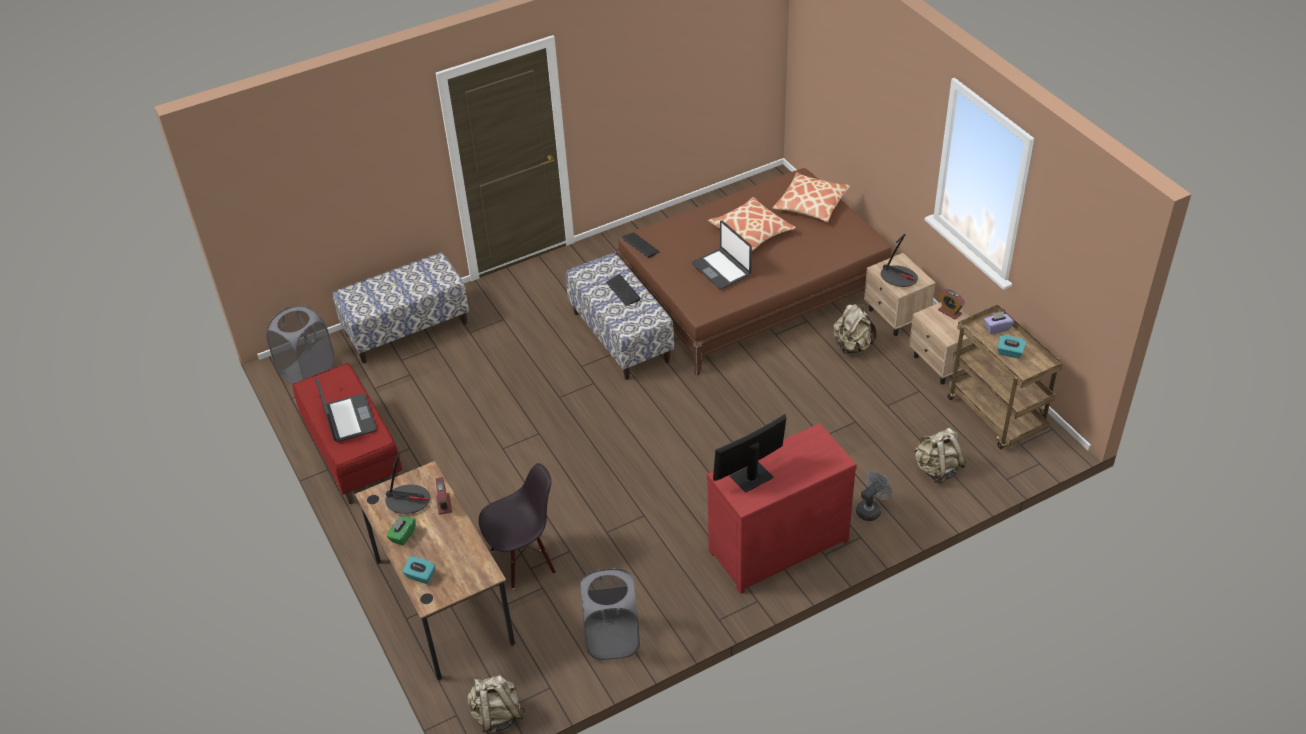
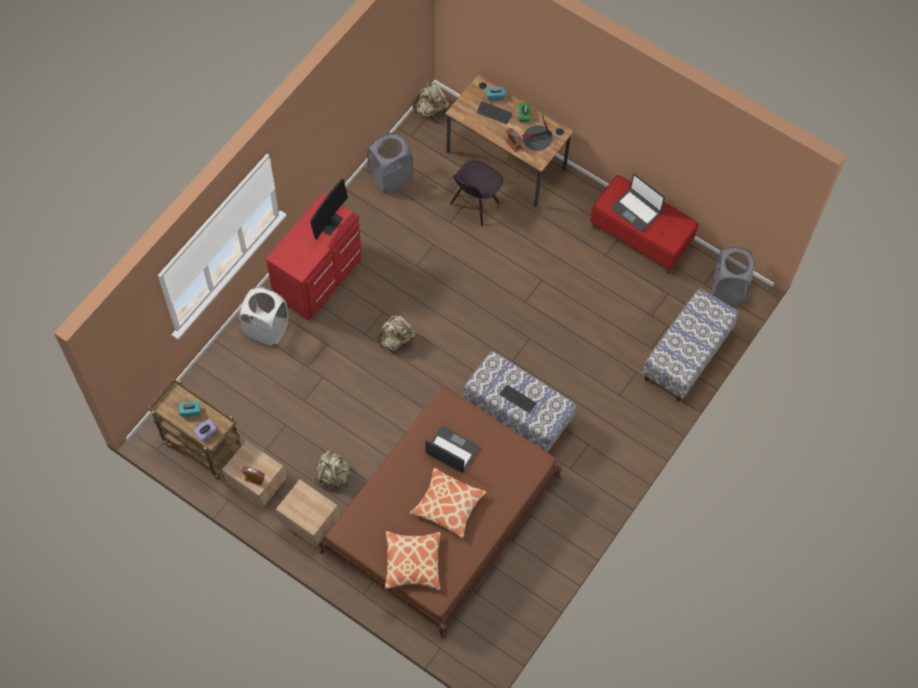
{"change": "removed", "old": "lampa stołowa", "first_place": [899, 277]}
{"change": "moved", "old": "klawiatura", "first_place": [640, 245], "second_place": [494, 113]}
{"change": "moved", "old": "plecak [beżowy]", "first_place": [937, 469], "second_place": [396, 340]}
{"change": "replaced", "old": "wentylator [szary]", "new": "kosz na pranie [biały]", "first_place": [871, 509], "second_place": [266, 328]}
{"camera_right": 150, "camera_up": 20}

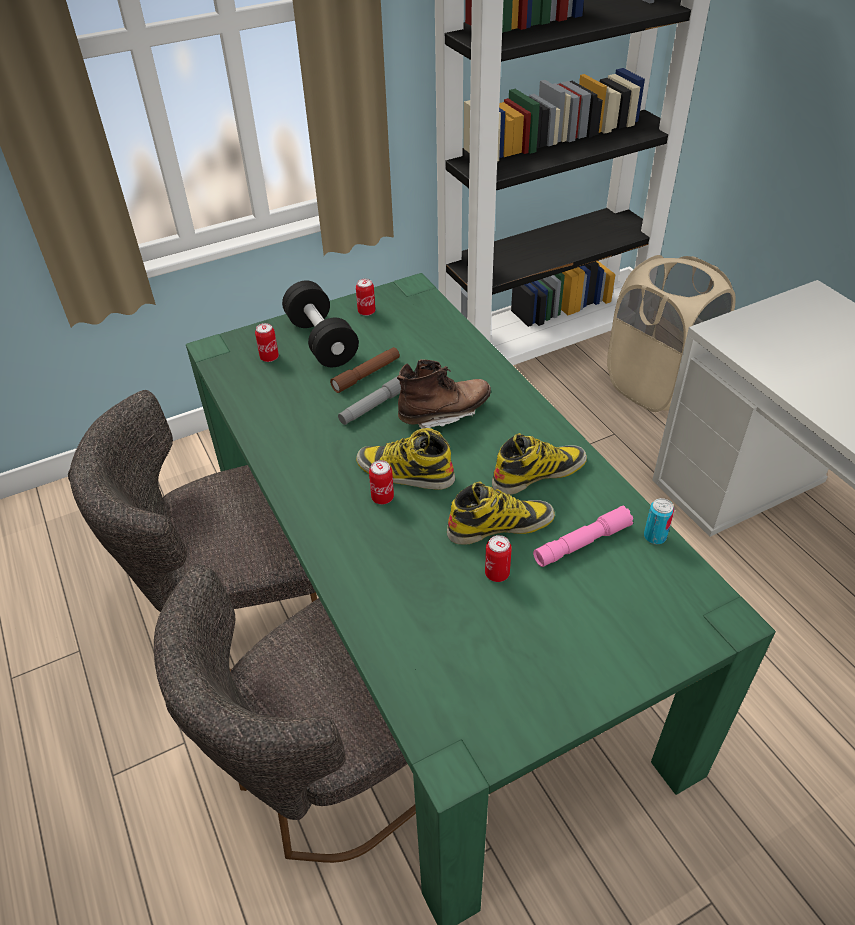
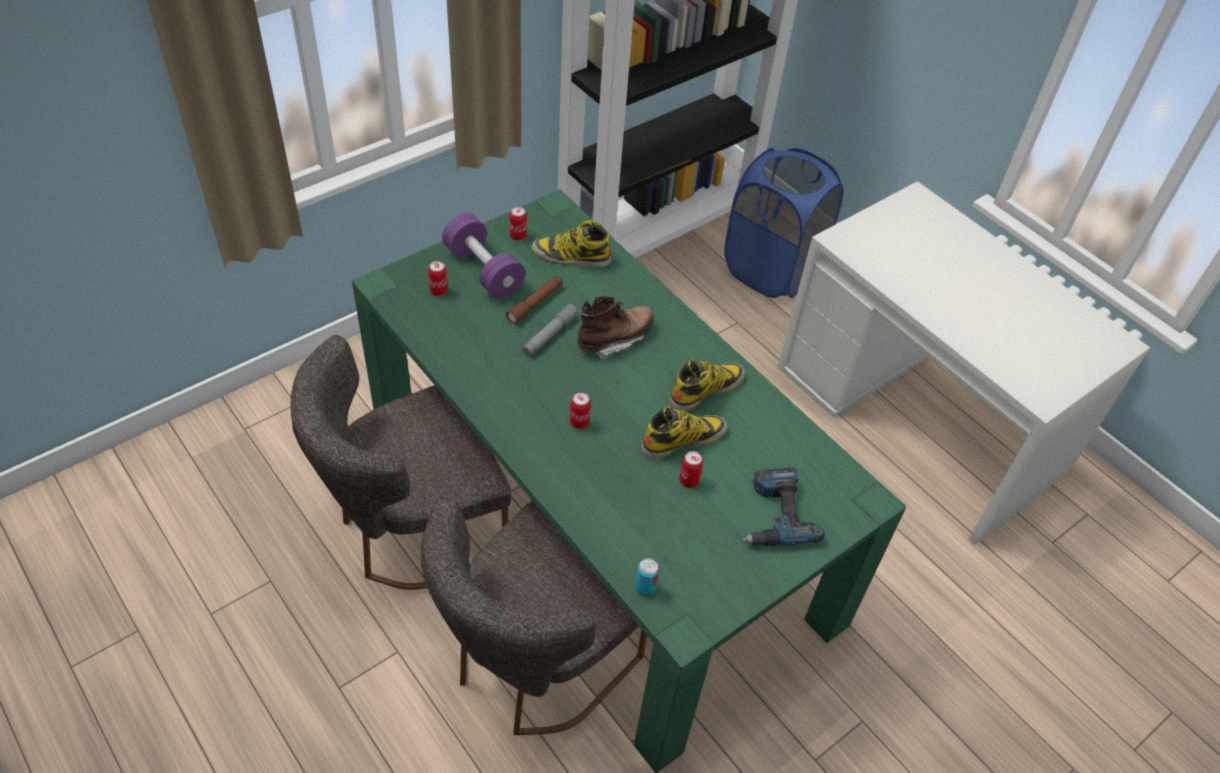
{"change": "removed", "old": "latarka [różowy]", "first_place": [582, 543]}
{"change": "added", "new": "wiertarka", "second_place": [774, 514]}
{"change": "moved", "old": "but z cholewką", "first_place": [404, 472], "second_place": [571, 256]}
{"change": "moved", "old": "puszka", "first_place": [654, 536], "second_place": [645, 588]}
{"change": "recoloured", "old": "hantel [czarny]", "new": "hantel [fioletowy]", "first_place": [322, 341], "second_place": [484, 270]}
{"change": "recoloured", "old": "kosz na pranie [beżowy]", "new": "kosz na pranie [niebieski]", "first_place": [657, 386], "second_place": [771, 270]}
{"camera_right": -15, "camera_up": 5}

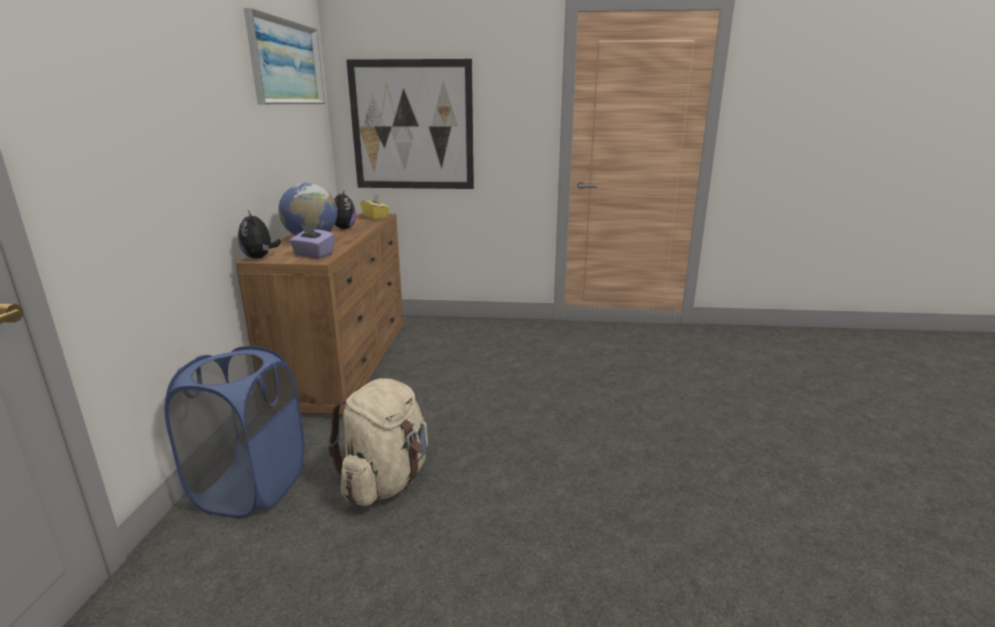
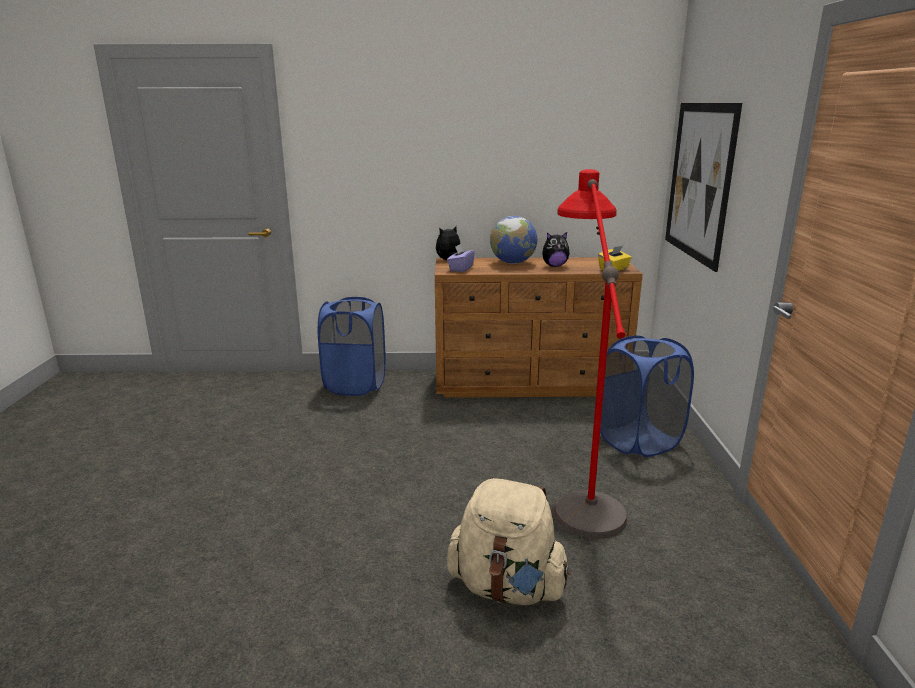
{"change": "removed", "old": "obraz", "first_place": [286, 63]}
{"change": "added", "new": "lampa stojąca [czerwony]", "second_place": [581, 486]}
{"change": "added", "new": "kosz na pranie [niebieski]", "second_place": [639, 441]}
{"change": "moved", "old": "plecak [beżowy]", "first_place": [386, 481], "second_place": [507, 587]}
{"camera_right": 85, "camera_up": 0}

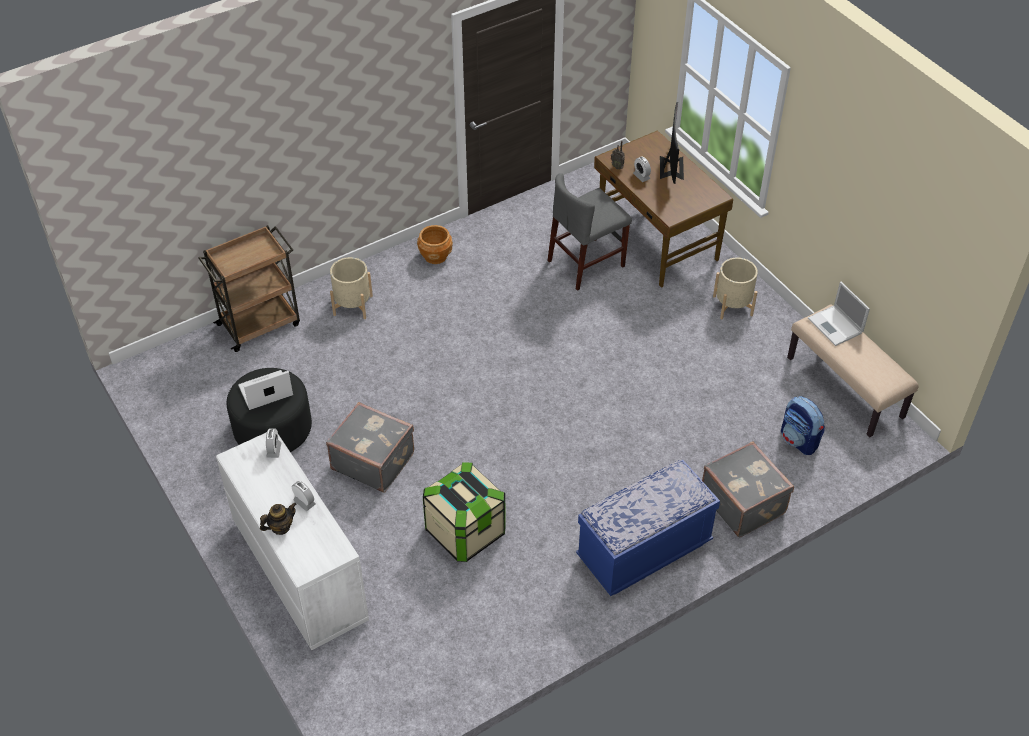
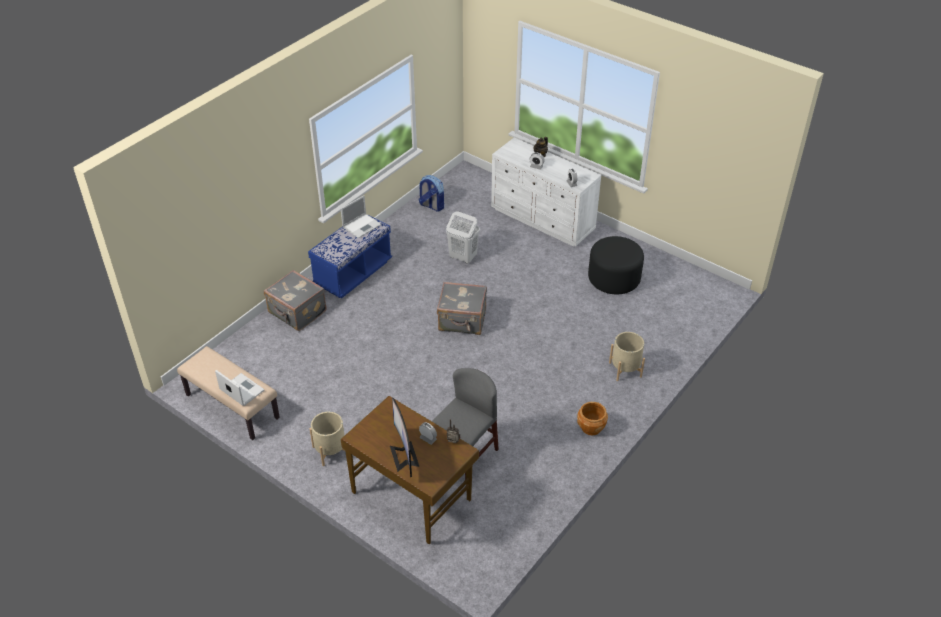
{"change": "removed", "old": "wózek [brązowy]", "first_place": [260, 324]}
{"change": "moved", "old": "laptop", "first_place": [264, 391], "second_place": [362, 225]}
{"change": "moved", "old": "walizka [szary]", "first_place": [373, 460], "second_place": [462, 321]}
{"change": "moved", "old": "plecak", "first_place": [799, 440], "second_place": [431, 206]}
{"change": "replaced", "old": "pojemnik do przechowywania", "new": "kosz na pranie [biały]", "first_place": [465, 531], "second_place": [462, 257]}
{"camera_right": 160, "camera_up": -5}

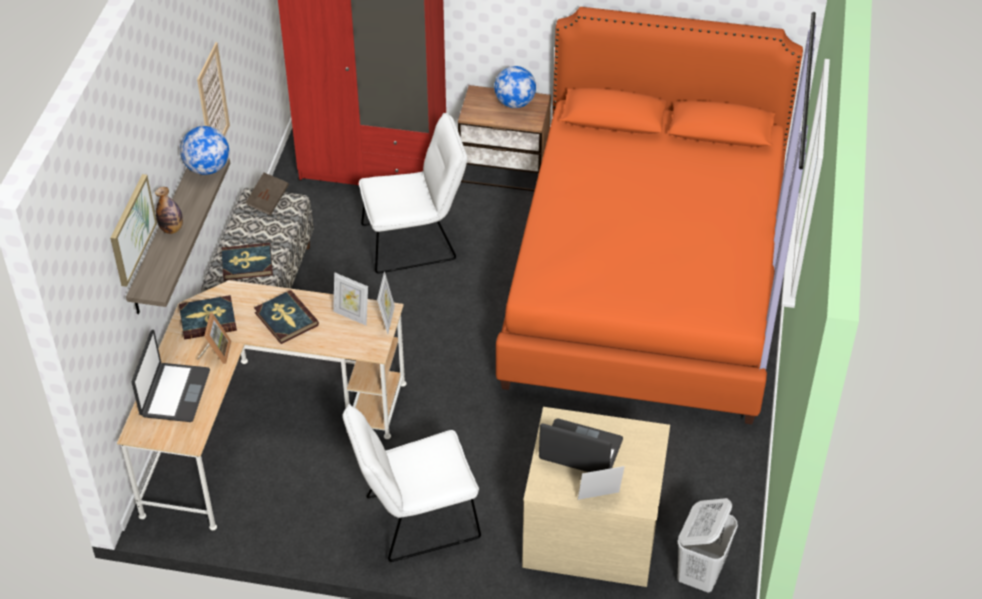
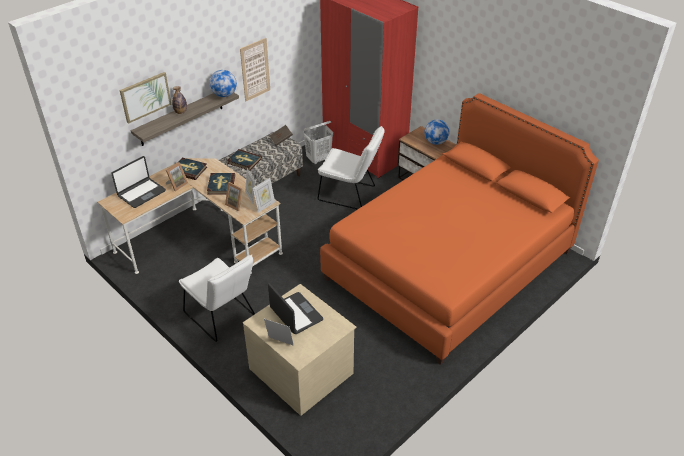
{"change": "added", "new": "ramka na zdjęcie", "second_place": [236, 204]}
{"change": "moved", "old": "kosz na pranie [biały]", "first_place": [700, 573], "second_place": [319, 159]}
{"change": "turned", "old": "krzesło [biały]", "first_place": [414, 520], "second_place": [222, 317], "degrees": -150}
{"camera_right": 35, "camera_up": -5}

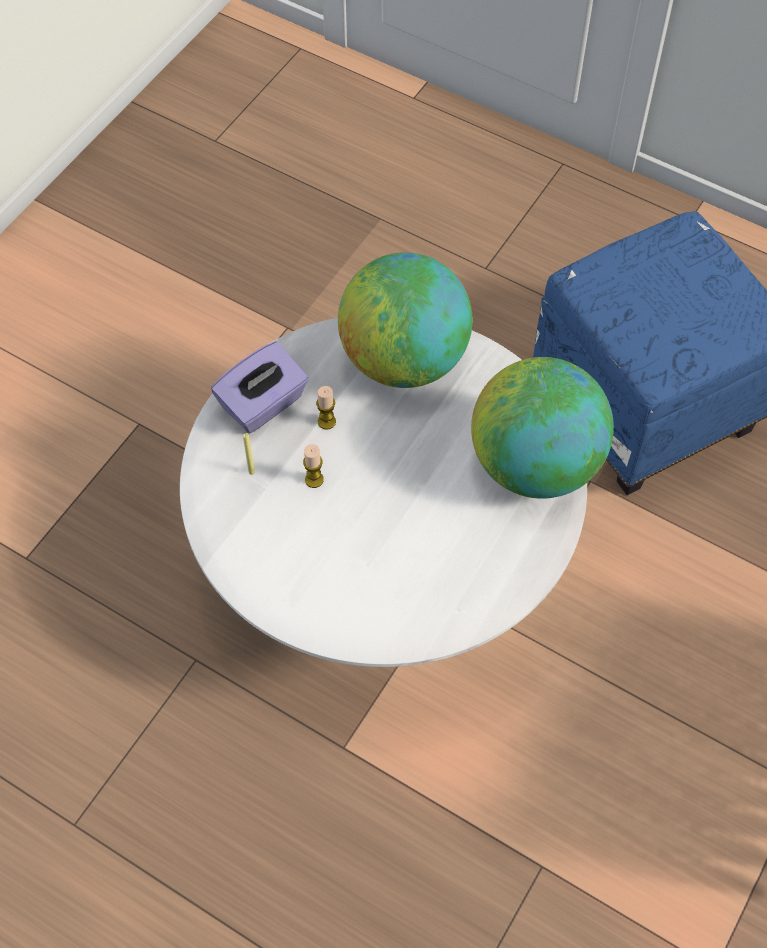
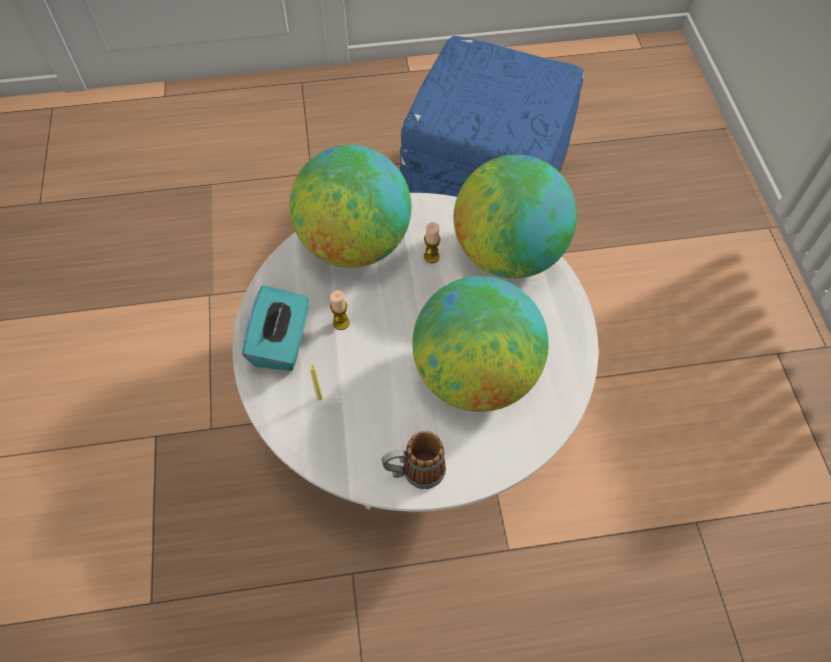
{"change": "added", "new": "kubek", "second_place": [414, 472]}
{"change": "added", "new": "globus", "second_place": [475, 375]}
{"change": "moved", "old": "świeca", "first_place": [314, 480], "second_place": [431, 256]}
{"change": "recoloured", "old": "pudełko chusteczek [fioletowy]", "new": "pudełko chusteczek [turkusowy]", "first_place": [263, 404], "second_place": [282, 343]}
{"camera_right": -40, "camera_up": 0}

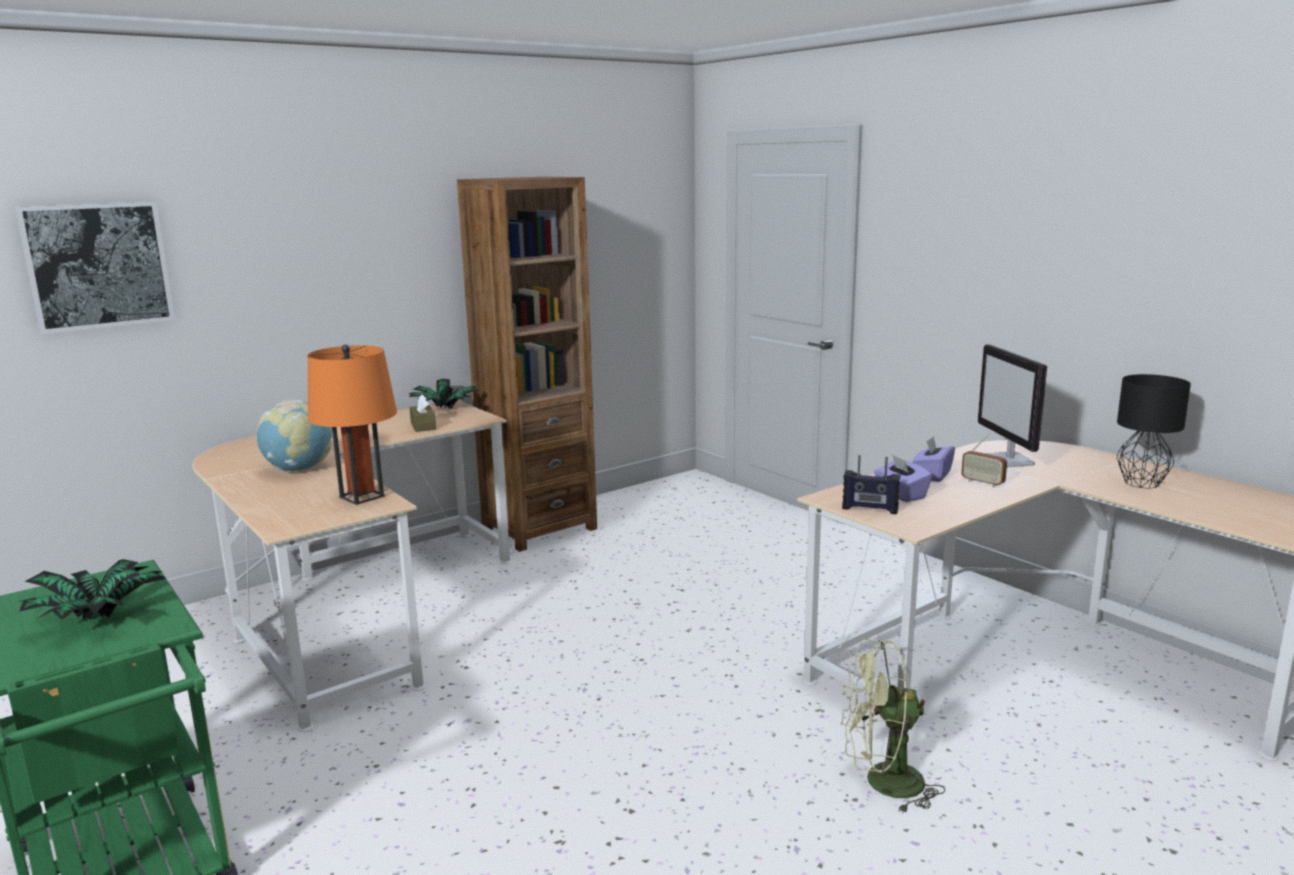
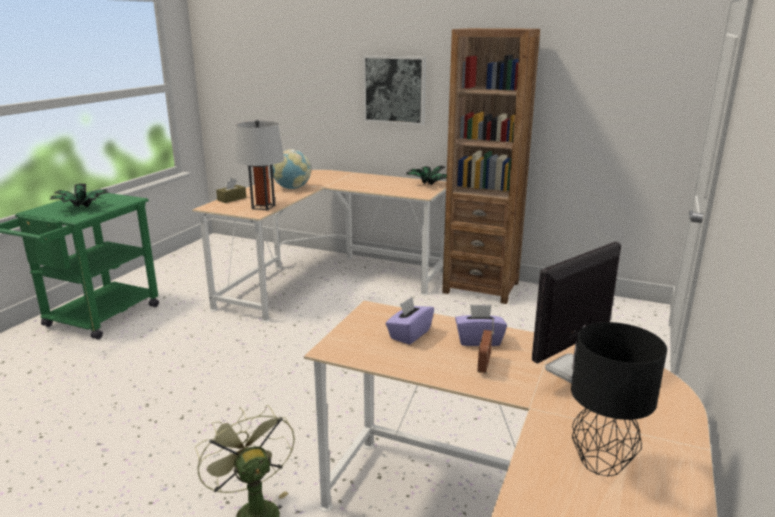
{"change": "removed", "old": "radio", "first_place": [870, 509]}
{"change": "moved", "old": "obraz", "first_place": [98, 265], "second_place": [394, 89]}
{"change": "moved", "old": "pudełko chusteczek [brązowy]", "first_place": [423, 426], "second_place": [232, 199]}
{"change": "recoloured", "old": "lampa stołowa [pomarańczowy]", "new": "lampa stołowa [szary]", "first_place": [361, 496], "second_place": [263, 207]}
{"camera_right": 60, "camera_up": 5}

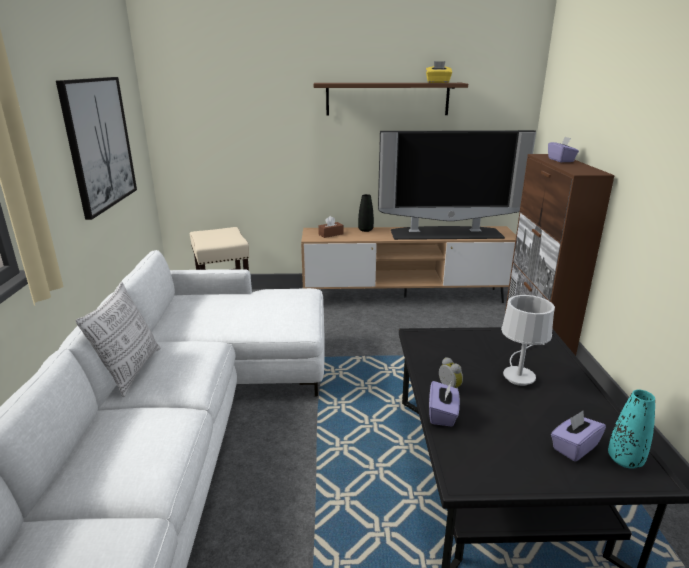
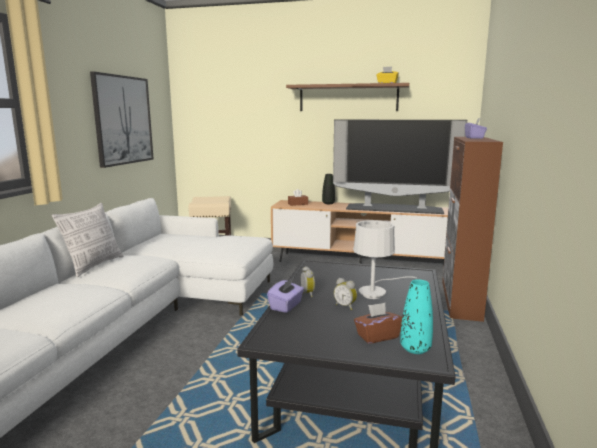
{"change": "added", "new": "budzik", "second_place": [345, 306]}
{"change": "recoloured", "old": "pudełko chusteczek [fioletowy]", "new": "pudełko chusteczek [brązowy]", "first_place": [574, 447], "second_place": [377, 336]}
{"camera_right": 15, "camera_up": -10}

